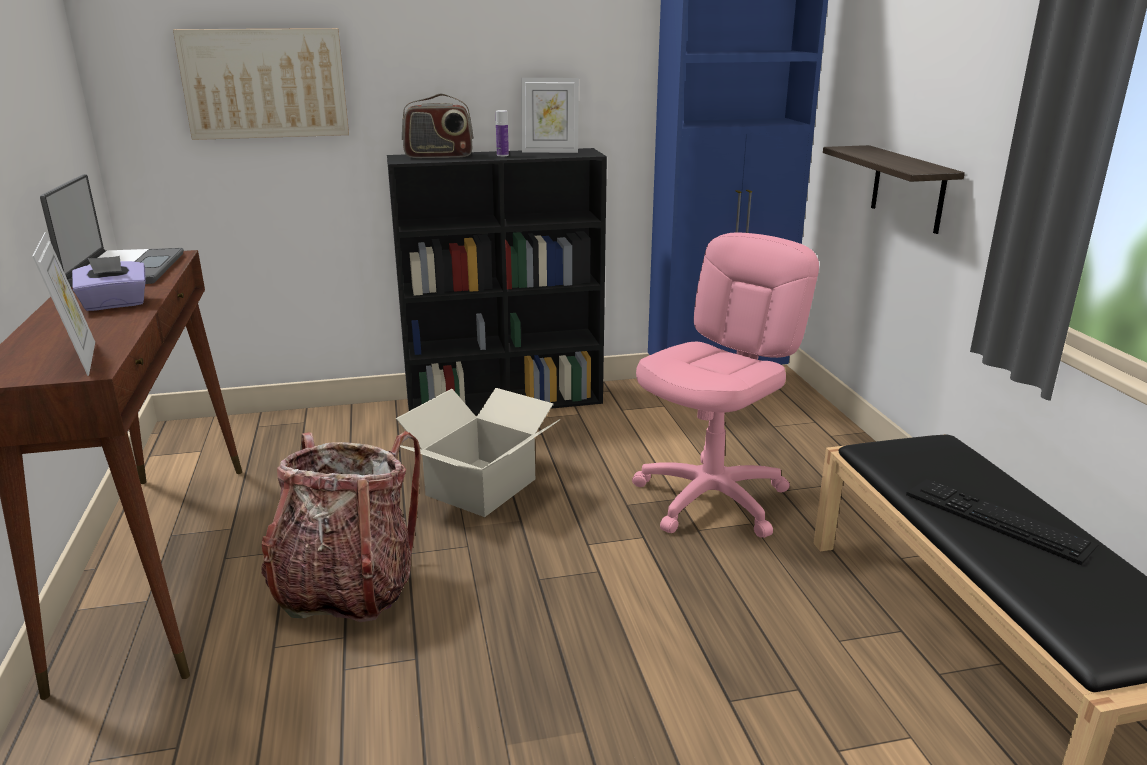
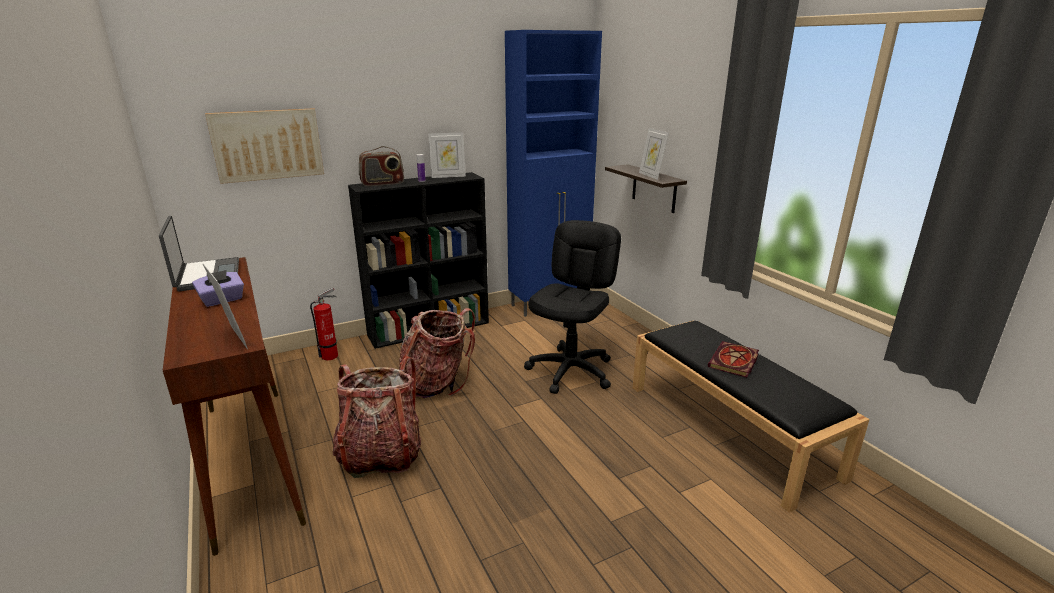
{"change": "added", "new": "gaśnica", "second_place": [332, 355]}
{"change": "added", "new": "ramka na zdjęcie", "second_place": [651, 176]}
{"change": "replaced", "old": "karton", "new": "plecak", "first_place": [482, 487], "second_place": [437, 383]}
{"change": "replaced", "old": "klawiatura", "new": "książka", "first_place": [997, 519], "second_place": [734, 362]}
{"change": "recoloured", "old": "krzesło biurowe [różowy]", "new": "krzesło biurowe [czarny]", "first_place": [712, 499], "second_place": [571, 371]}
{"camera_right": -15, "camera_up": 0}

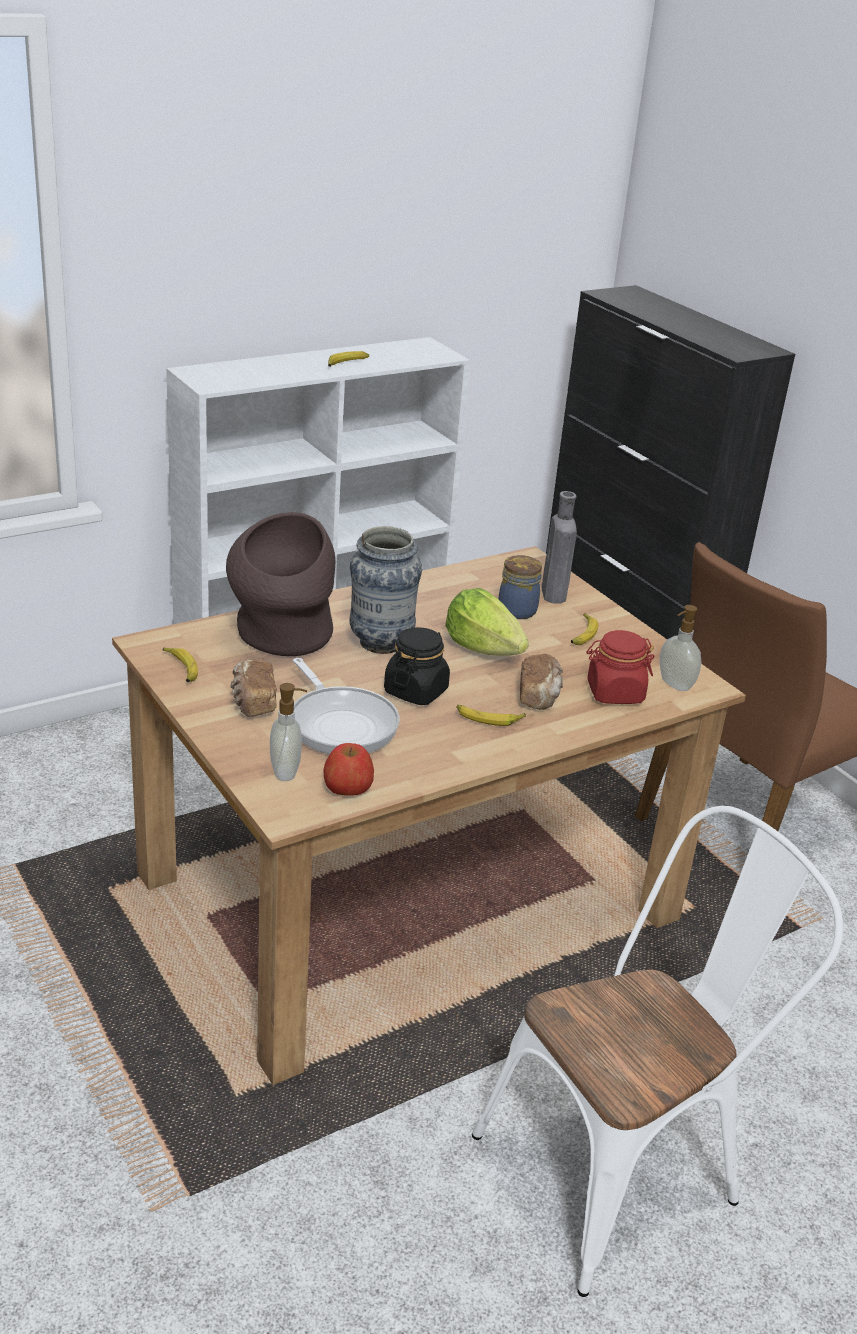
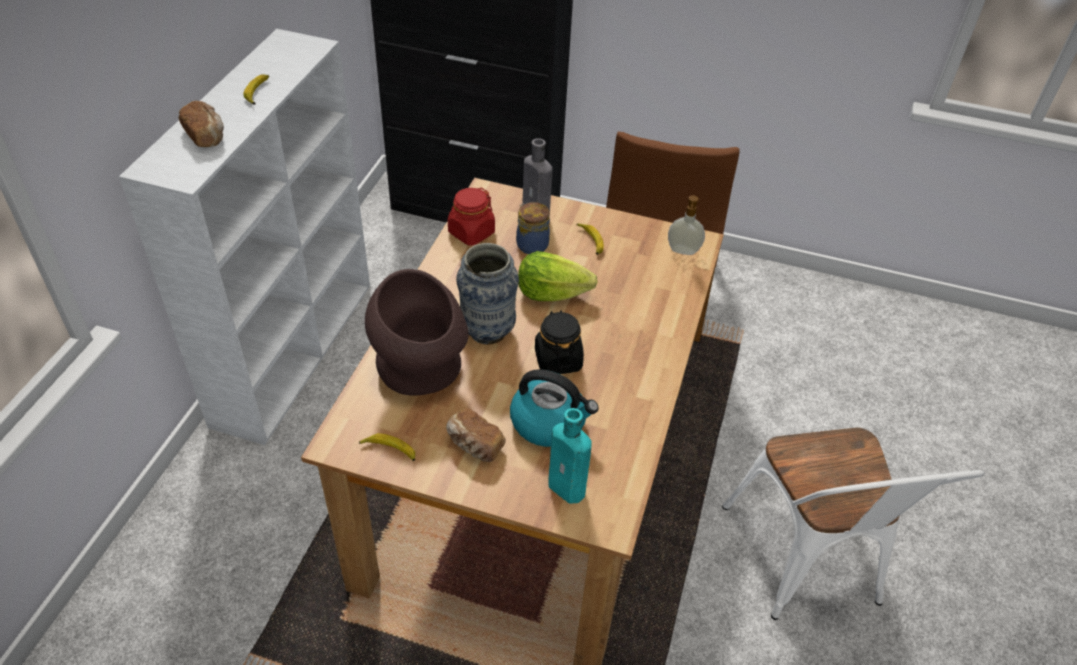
{"change": "removed", "old": "jabłko", "first_place": [347, 787]}
{"change": "removed", "old": "banan", "first_place": [489, 718]}
{"change": "moved", "old": "chleb", "first_place": [539, 695], "second_place": [206, 135]}
{"change": "moved", "old": "słoik [czerwony]", "first_place": [614, 693], "second_place": [471, 233]}
{"change": "replaced", "old": "dozownik mydła", "new": "butelka [turkusowy]", "first_place": [286, 772], "second_place": [568, 489]}
{"change": "replaced", "old": "patelnia", "new": "czajnik", "first_place": [340, 724], "second_place": [549, 422]}
{"change": "turned", "old": "krzesło [biały]", "first_place": [625, 1166], "second_place": [808, 565], "degrees": 150}
{"camera_right": -40, "camera_up": 15}

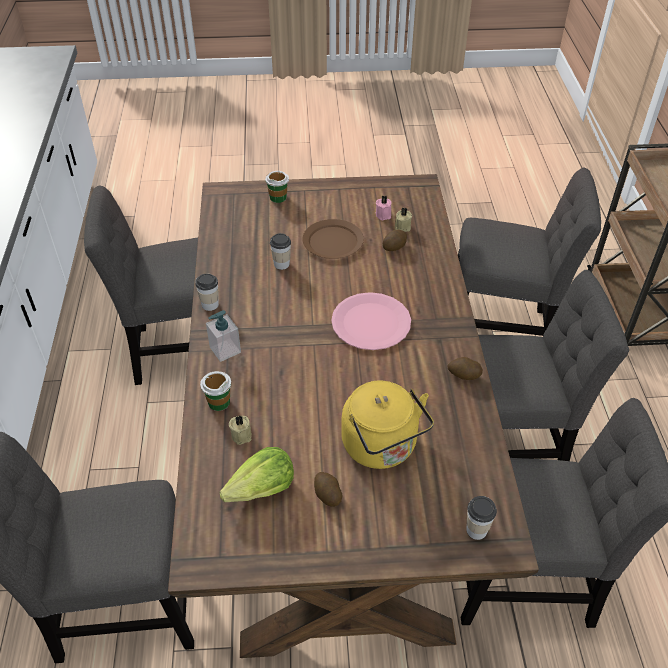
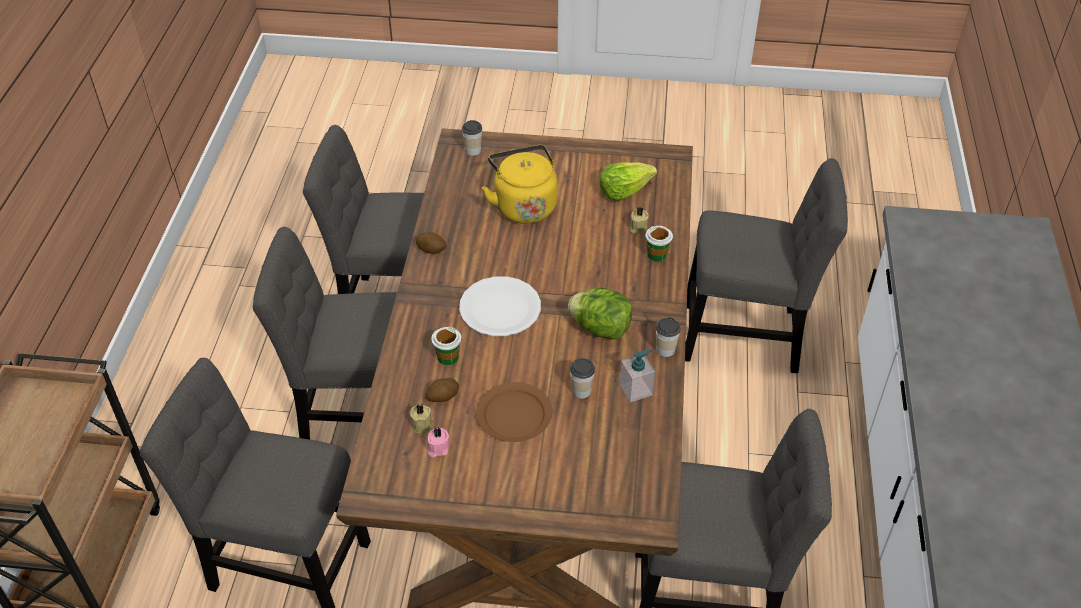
{"change": "removed", "old": "ziemniak", "first_place": [327, 495]}
{"change": "added", "new": "sałata", "second_place": [600, 328]}
{"change": "moved", "old": "dozownik mydła", "first_place": [225, 350], "second_place": [636, 390]}
{"change": "moved", "old": "filiżanka", "first_place": [278, 197], "second_place": [448, 357]}
{"change": "recoloured", "old": "talerz [różowy]", "new": "talerz [biały]", "first_place": [371, 323], "second_place": [500, 308]}
{"camera_right": -170, "camera_up": 0}

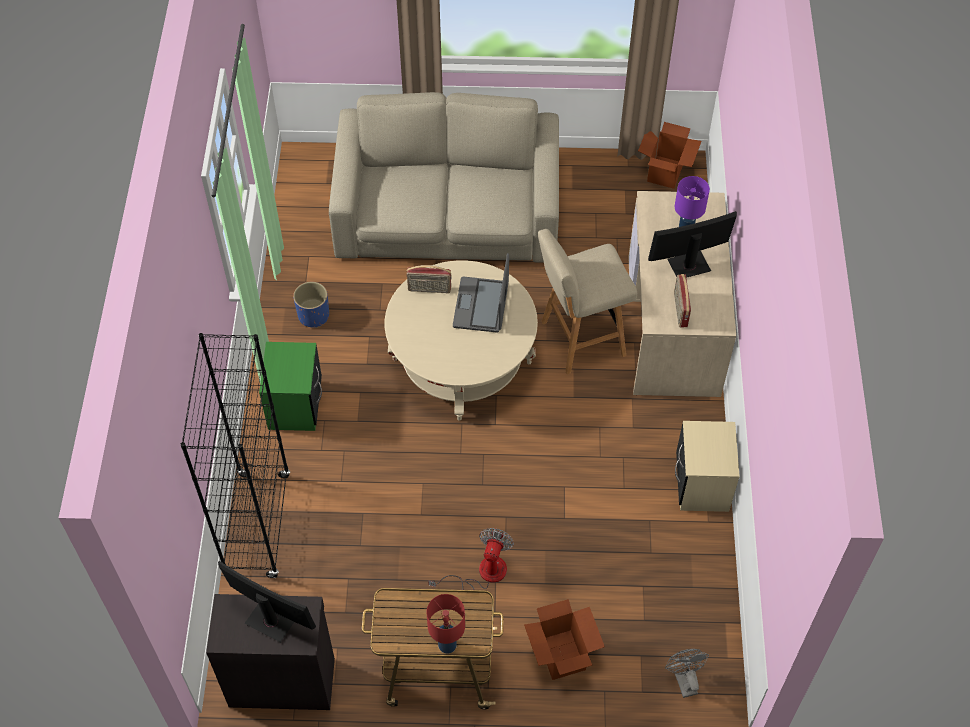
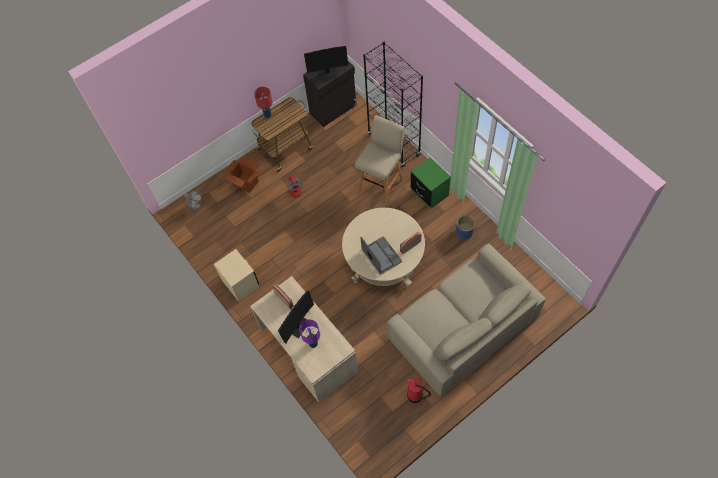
{"change": "removed", "old": "karton", "first_place": [665, 172]}
{"change": "added", "new": "gaśnica", "second_place": [415, 396]}
{"change": "moved", "old": "stołek [beżowy]", "first_place": [580, 339], "second_place": [381, 184]}
{"camera_right": 145, "camera_up": 5}

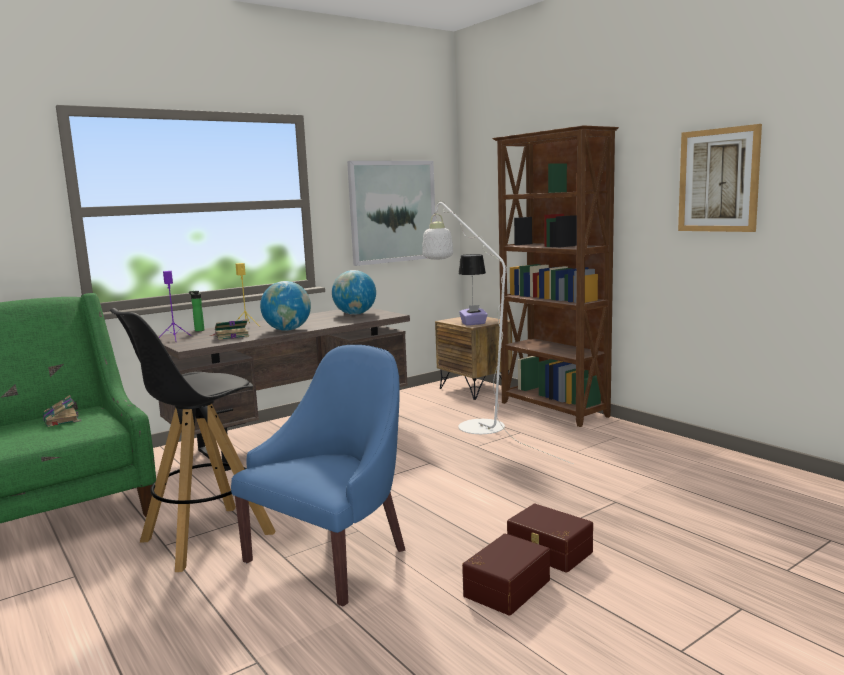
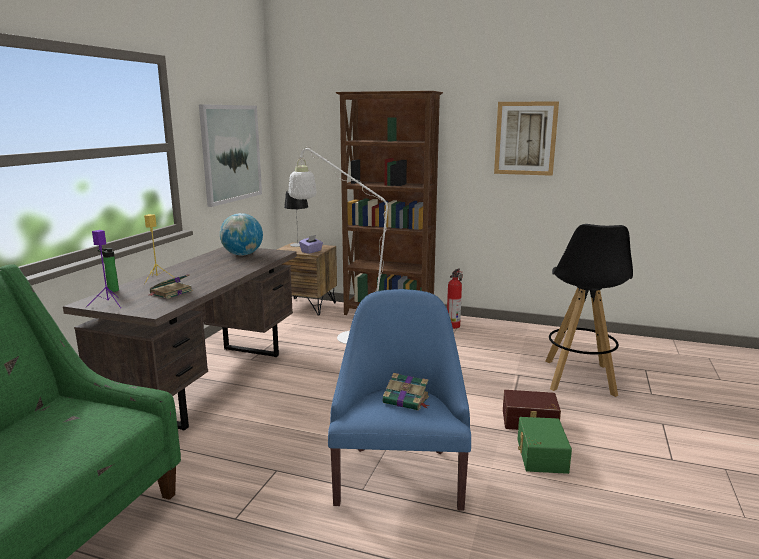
{"change": "removed", "old": "globus", "first_place": [287, 330]}
{"change": "added", "new": "gaśnica", "second_place": [453, 325]}
{"change": "moved", "old": "książka", "first_place": [61, 420], "second_place": [407, 400]}
{"change": "moved", "old": "stołek [czarny]", "first_place": [205, 537], "second_place": [579, 378]}
{"change": "recoloured", "old": "pojemnik do przechowywania [brązowy]", "new": "pojemnik do przechowywania [zielony]", "first_place": [505, 587], "second_place": [540, 455]}
{"camera_right": -35, "camera_up": 5}

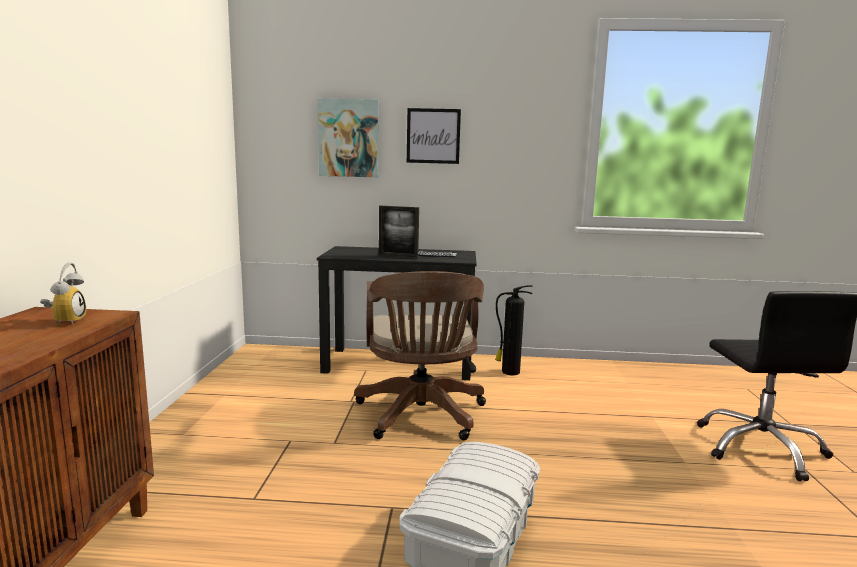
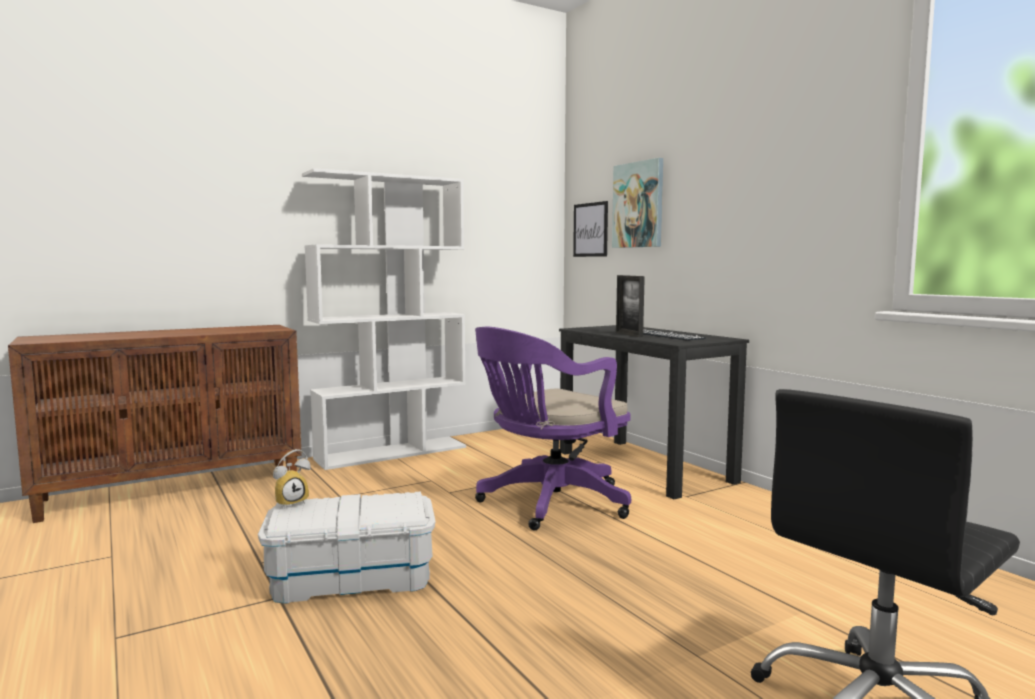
{"change": "removed", "old": "gaśnica", "first_place": [509, 372]}
{"change": "added", "new": "regał [biały]", "second_place": [392, 452]}
{"change": "moved", "old": "budzik", "first_place": [66, 321], "second_place": [291, 502]}
{"change": "moved", "old": "obraz", "first_place": [433, 136], "second_place": [590, 229]}
{"change": "recoloured", "old": "krzesło biurowe [brązowy]", "new": "krzesło biurowe [fioletowy]", "first_place": [421, 417], "second_place": [548, 504]}
{"camera_right": 55, "camera_up": -5}

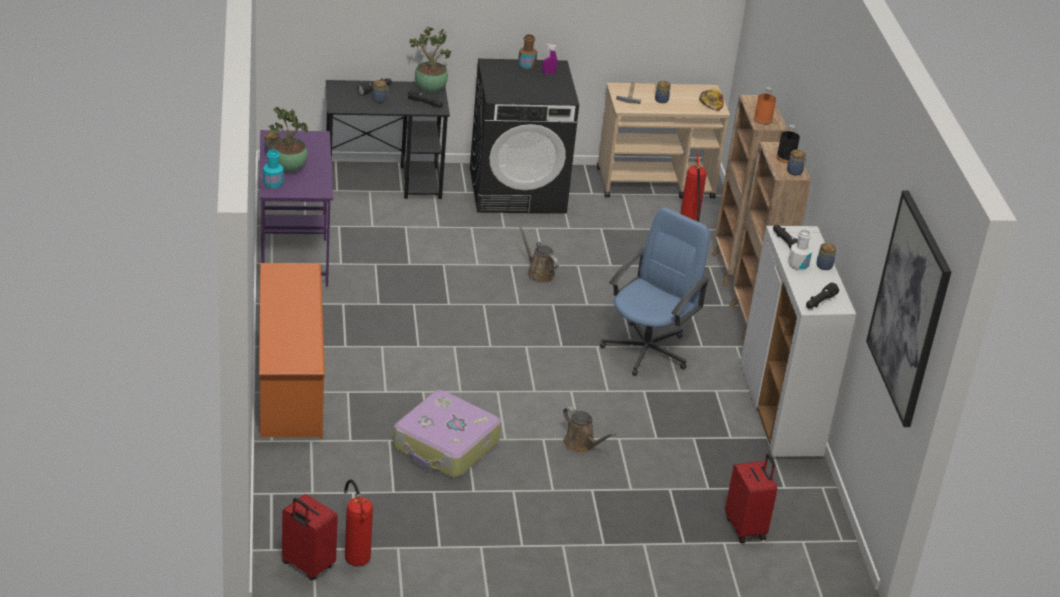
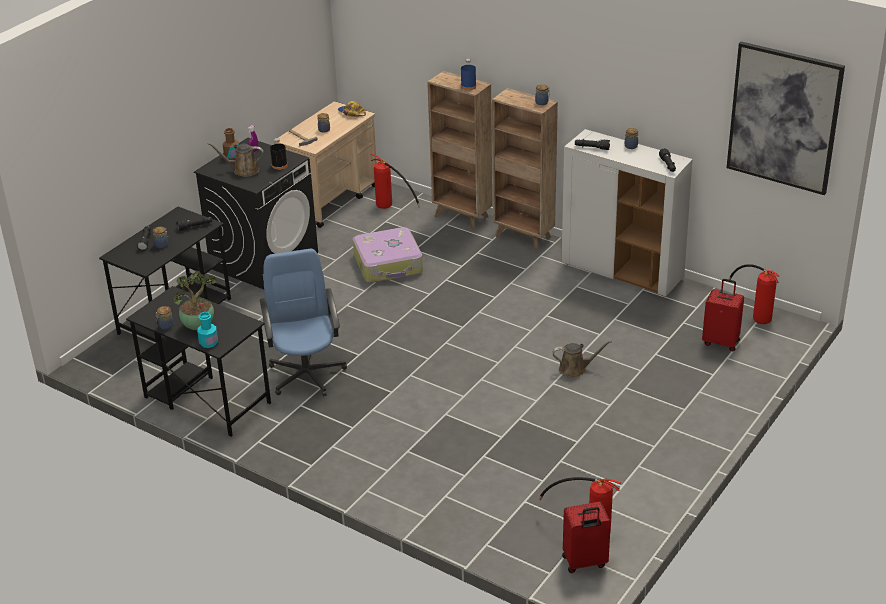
{"change": "removed", "old": "regał na buty [pomarańczowy]", "first_place": [290, 382]}
{"change": "removed", "old": "roślina doniczkowa", "first_place": [429, 90]}
{"change": "removed", "old": "butelka [biały]", "first_place": [798, 265]}
{"change": "added", "new": "gaśnica", "second_place": [755, 314]}
{"change": "moved", "old": "walizka", "first_place": [446, 446], "second_place": [388, 264]}
{"change": "moved", "old": "konewka [brązowy]", "first_place": [539, 273], "second_place": [243, 170]}
{"change": "moved", "old": "krzesło biurowe [niebieski]", "first_place": [647, 350], "second_place": [306, 374]}
{"change": "moved", "old": "butelka [czarny]", "first_place": [786, 158], "second_place": [279, 165]}
{"change": "recoloured", "old": "biurko [fioletowy]", "new": "biurko [czarny]", "first_place": [294, 251], "second_place": [206, 400]}
{"change": "recoloured", "old": "butelka [pomarańczowy]", "new": "butelka [niebieski]", "first_place": [763, 120], "second_place": [468, 86]}
{"camera_right": -45, "camera_up": 0}

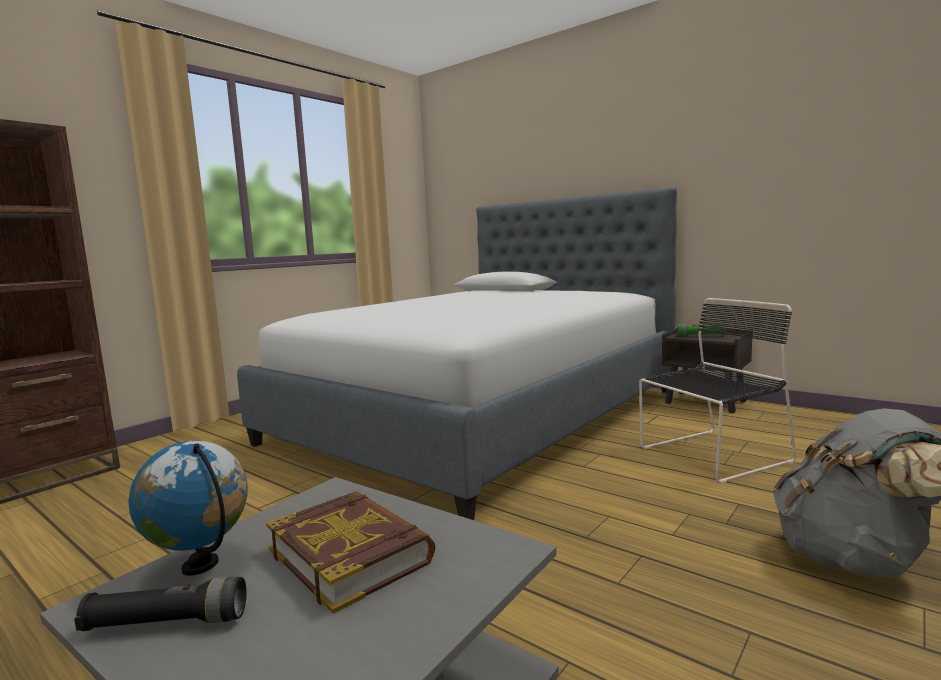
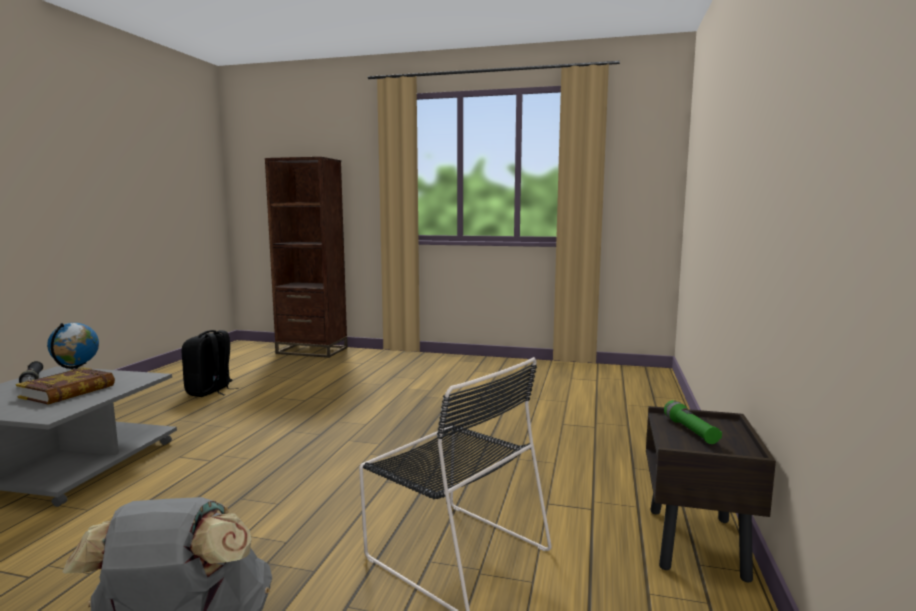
{"change": "removed", "old": "łóżko", "first_place": [482, 415]}
{"change": "added", "new": "plecak [czarny]", "second_place": [210, 391]}
{"camera_right": 65, "camera_up": 0}

